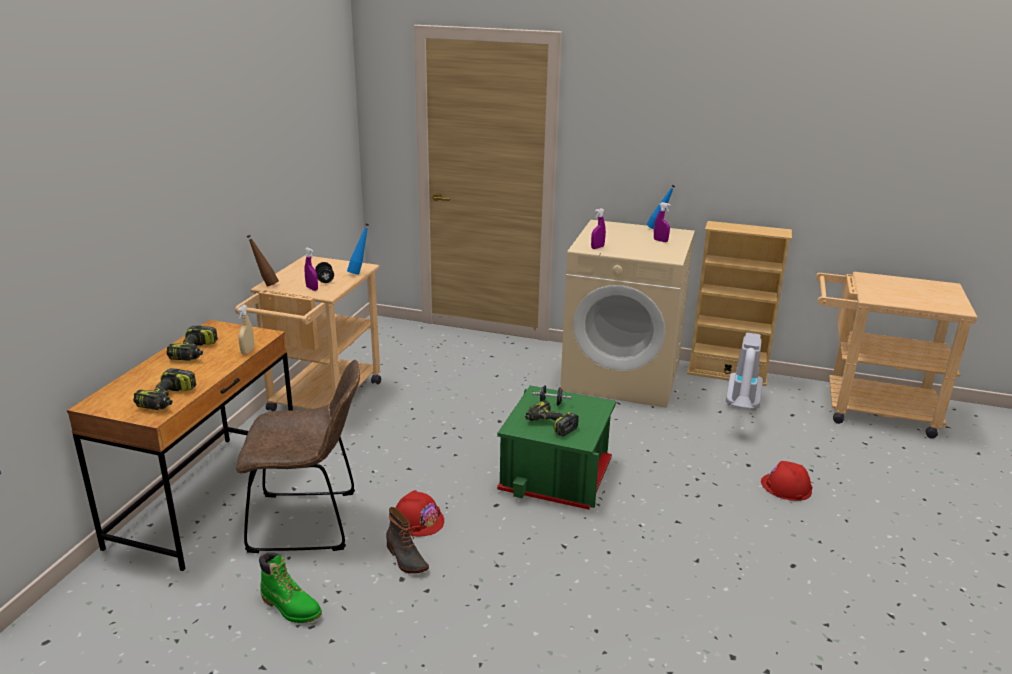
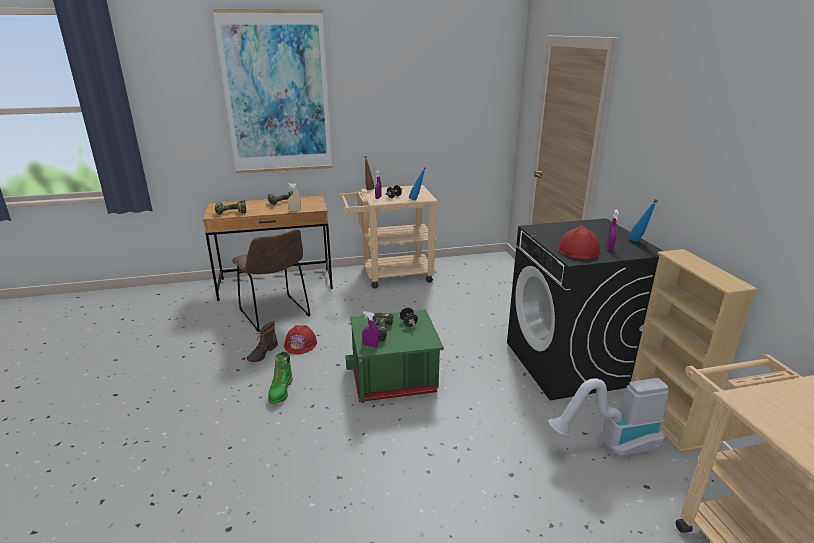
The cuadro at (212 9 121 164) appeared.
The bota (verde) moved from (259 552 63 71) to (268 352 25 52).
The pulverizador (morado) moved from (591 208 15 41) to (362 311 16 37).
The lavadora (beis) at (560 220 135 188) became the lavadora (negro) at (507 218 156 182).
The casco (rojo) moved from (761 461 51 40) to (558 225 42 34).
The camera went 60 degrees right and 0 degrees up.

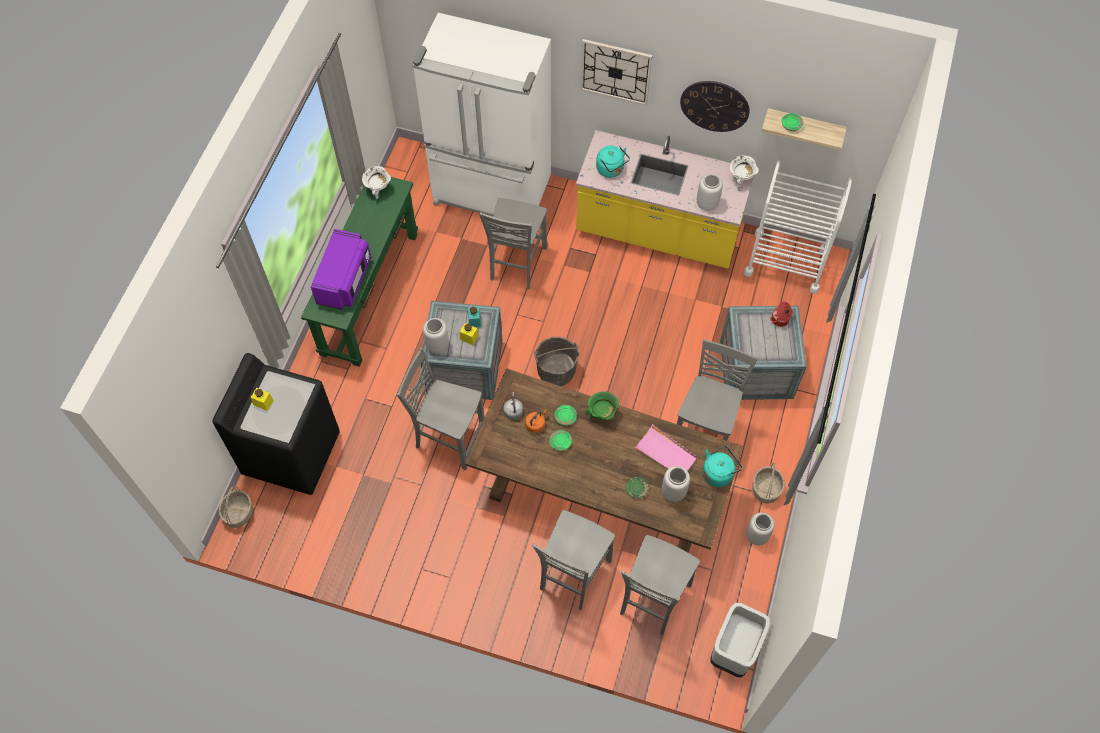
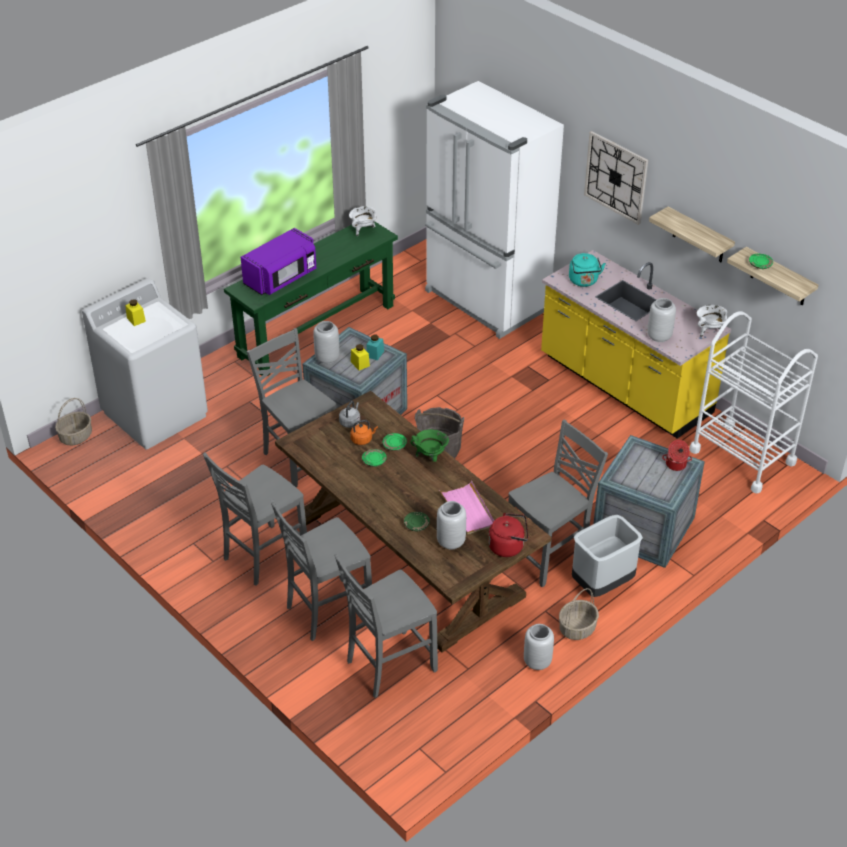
The lavadora (negro) at (213 353 127 142) became the lavadora (blanco) at (82 278 126 171).
The silla (gris) moved from (479 198 68 91) to (203 453 104 133).
The hervidor (turquesa) at (702 446 40 41) became the hervidor (rojo) at (488 513 40 44).
The papelera (gris) moved from (710 603 60 75) to (572 515 71 82).
The reloj de pared at (680 81 70 51) was replaced by the estante at (649 206 86 56).
The camera went 30 degrees right and 20 degrees down.

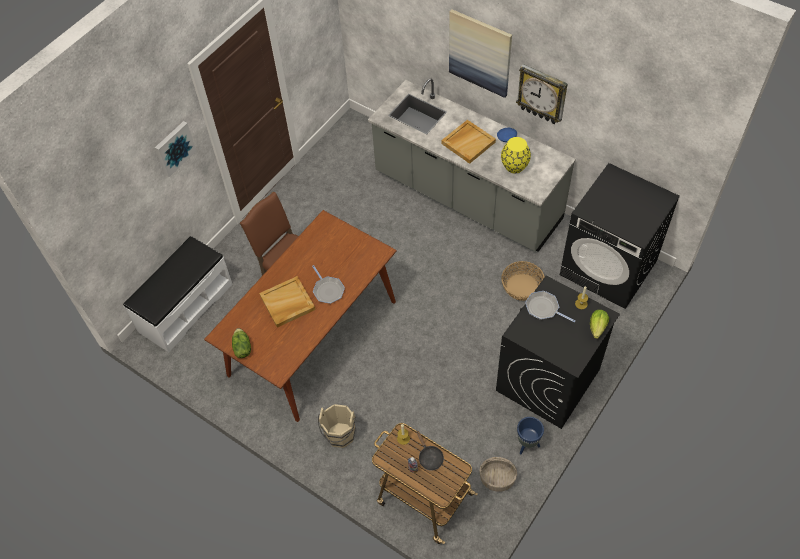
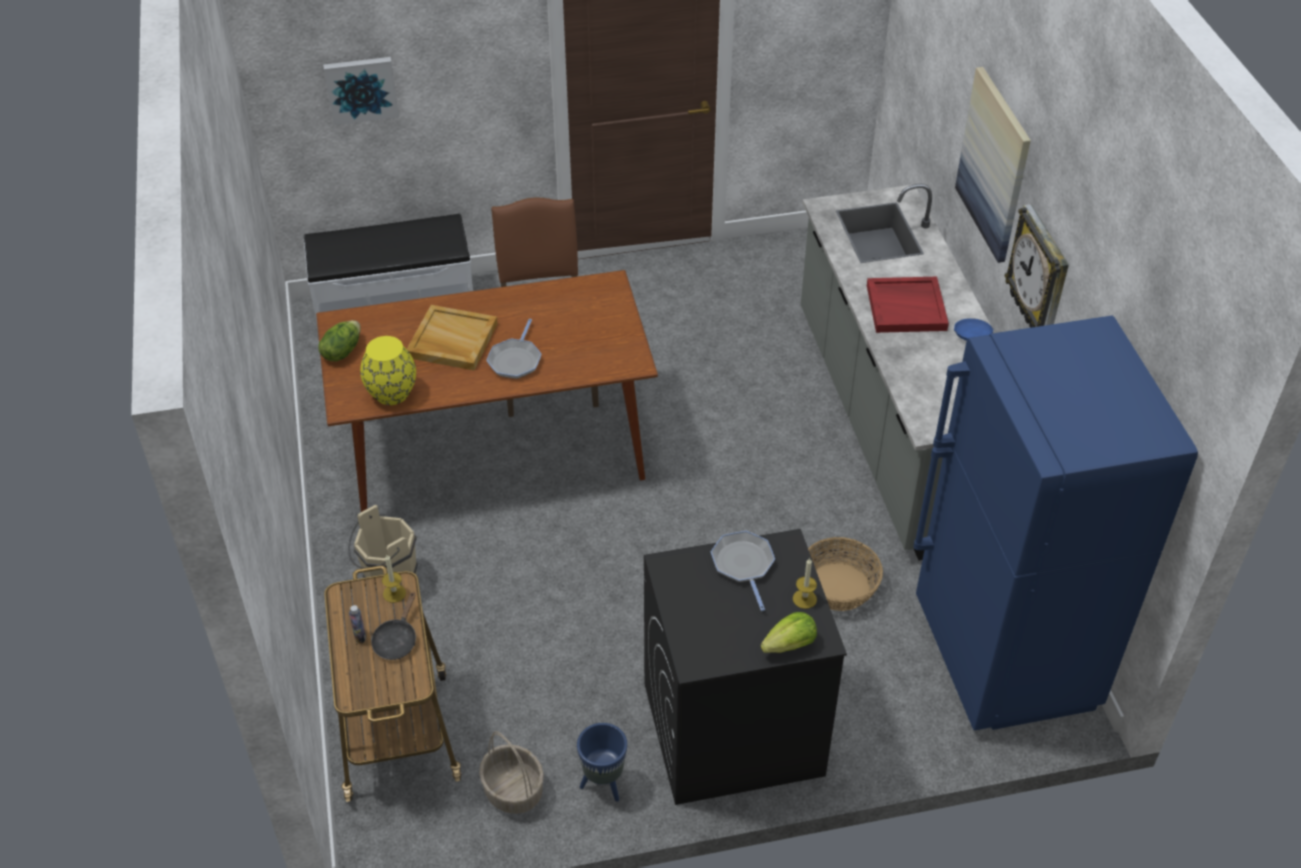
The cuadro moved from (155 121 41 56) to (323 57 76 68).
The florero (amarillo) moved from (501 137 30 36) to (360 336 56 69).
The bandeja (beis) at (441 120 55 44) became the bandeja (rojo) at (867 277 82 56).
The lavadora (negro) at (560 163 120 146) was replaced by the nevera (azul) at (914 316 284 415).
The camera went 40 degrees right and 10 degrees down.

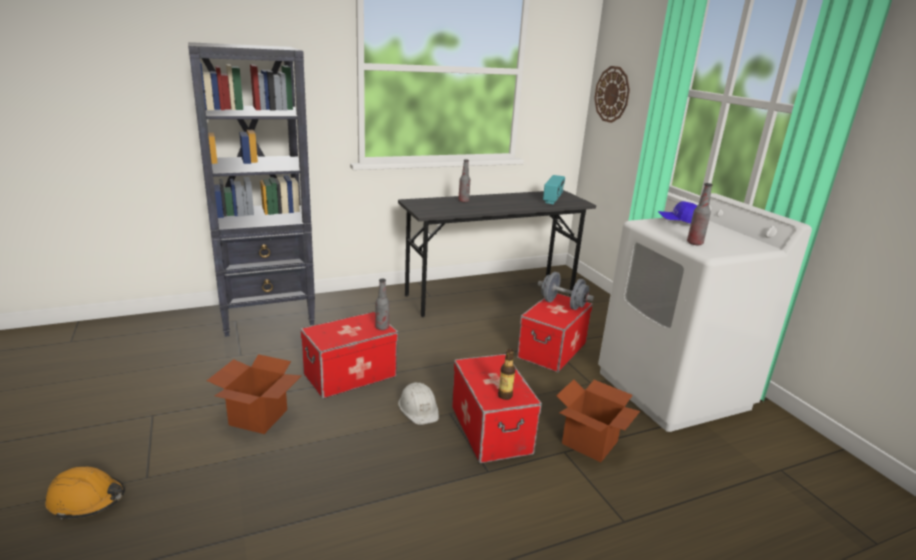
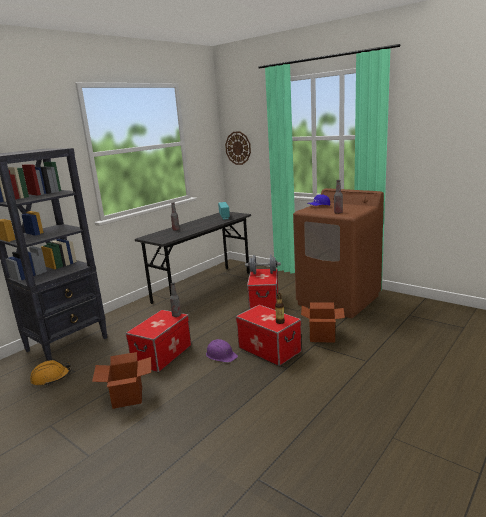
The casco (naranja) moved from (45 466 80 54) to (30 360 41 25).
The casco (blanco) at (398 382 41 43) became the casco (morado) at (206 339 32 24).
The lavadora (blanco) at (598 193 214 239) became the lavadora (marrón) at (293 188 91 130).
The camera went 25 degrees left and 5 degrees down.

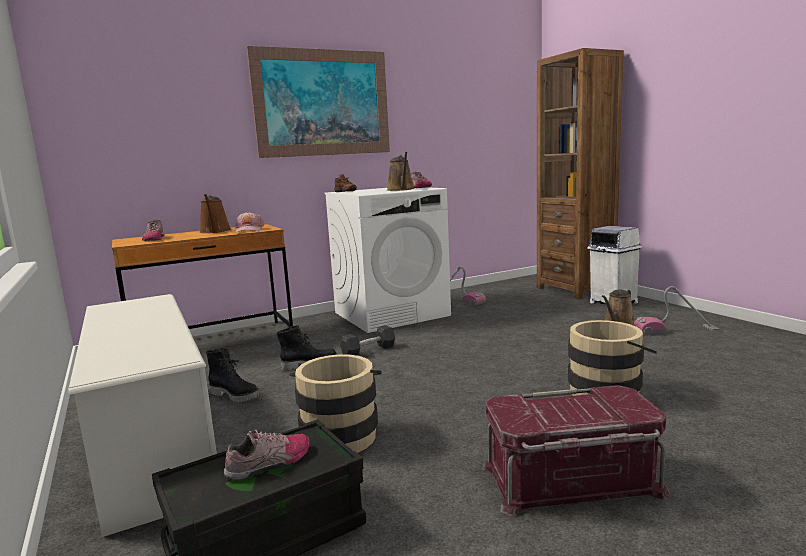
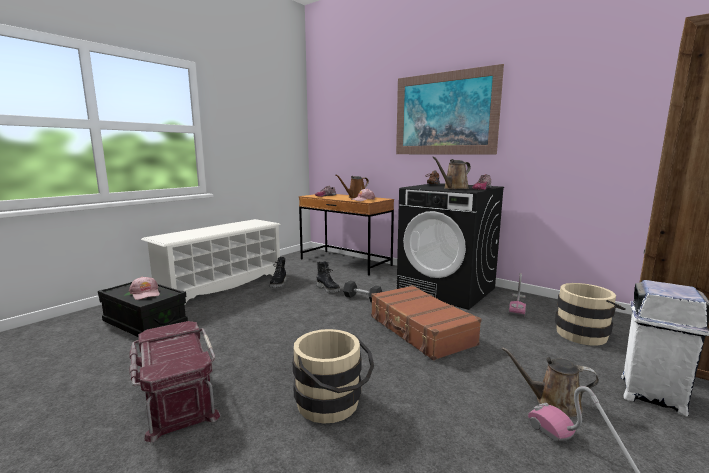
The zapato at (224 430 86 51) was replaced by the gorra (rosa) at (129 276 31 24).
The maleta (marrón) at (371 285 110 75) appeared.
The lavadora (blanco) at (324 187 127 146) became the lavadora (negro) at (397 183 107 127).
The cubo (beis) moved from (289 354 92 99) to (555 283 71 63).
The camera went 65 degrees right and 0 degrees up.

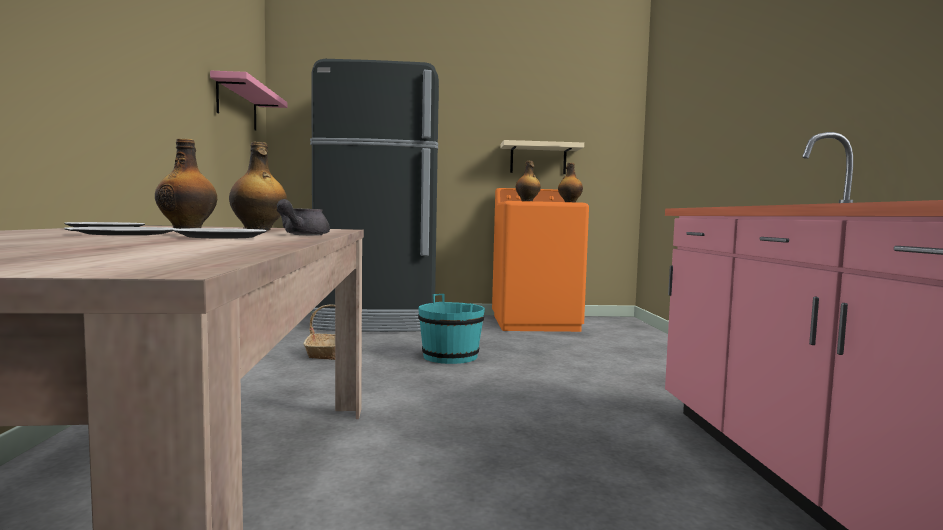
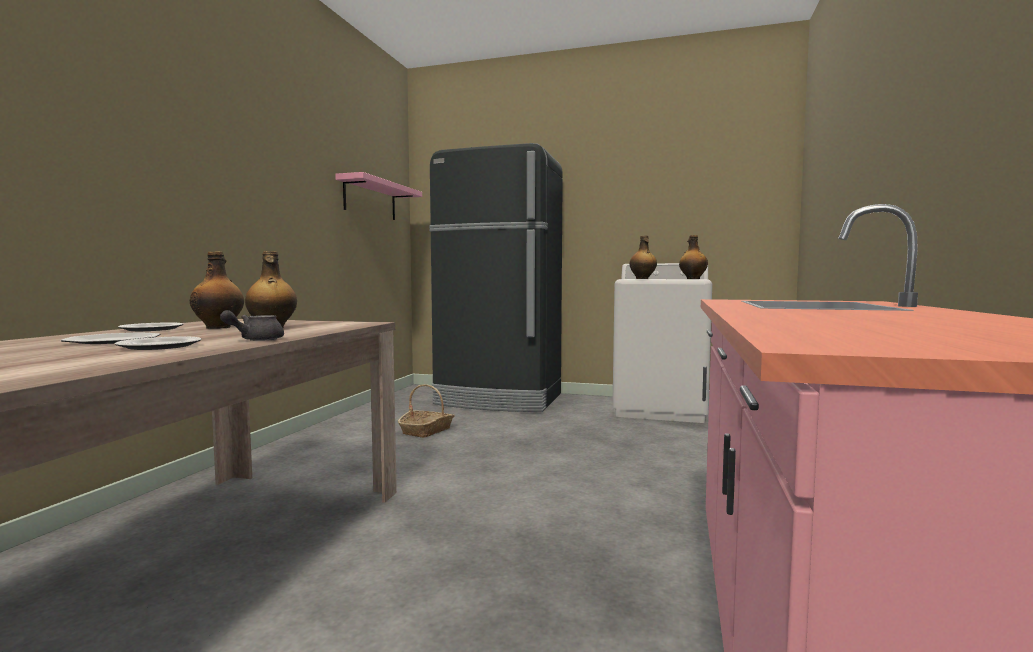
The lavadora (naranja) at (492 188 97 144) became the lavadora (blanco) at (612 263 100 160).
The cubo (turquesa) at (418 294 67 70) disappeared.
The estante (beis) at (500 140 84 34) disappeared.
The camera went 20 degrees right and 0 degrees up.

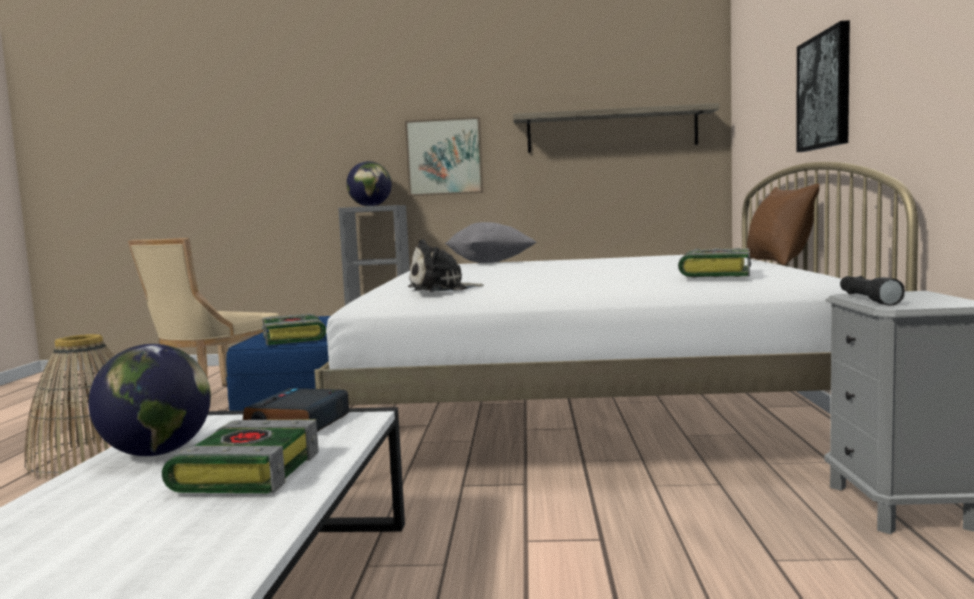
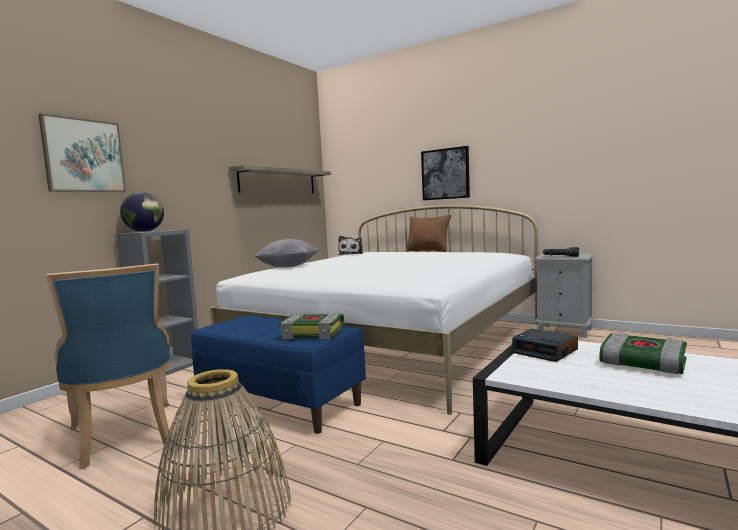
The cuadro moved from (405 117 78 79) to (38 113 88 79).
The silla (beis) at (128 238 151 149) became the silla (azul) at (46 264 125 205).
The peluche moved from (408 239 76 53) to (338 236 25 19).
The globo terráqueo at (89 344 122 112) disappeared.
The libro at (678 248 73 30) disappeared.
The camera went 60 degrees left and 0 degrees up.

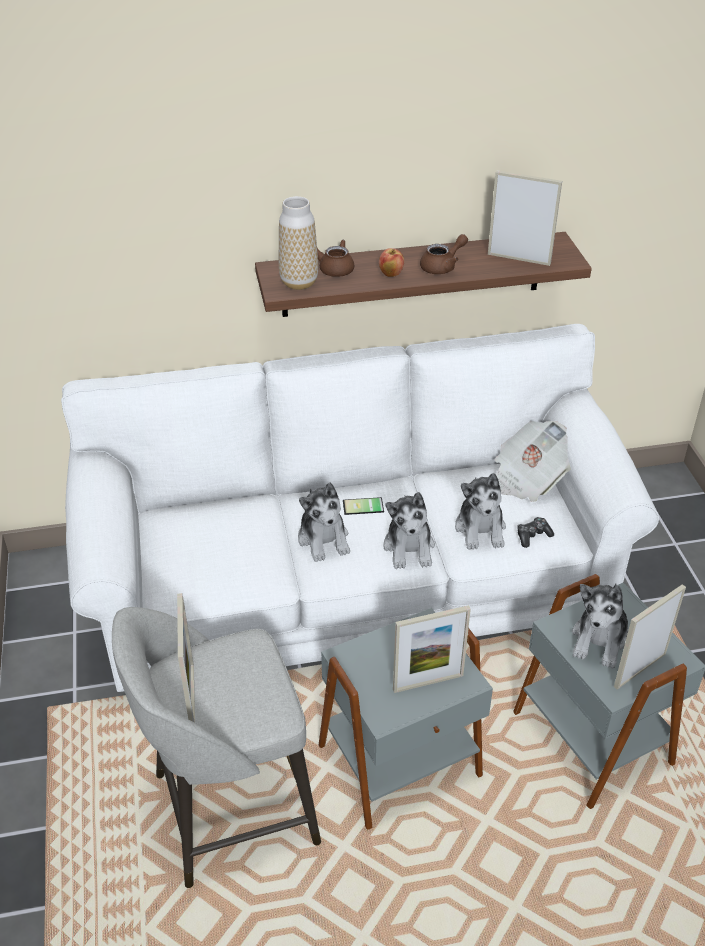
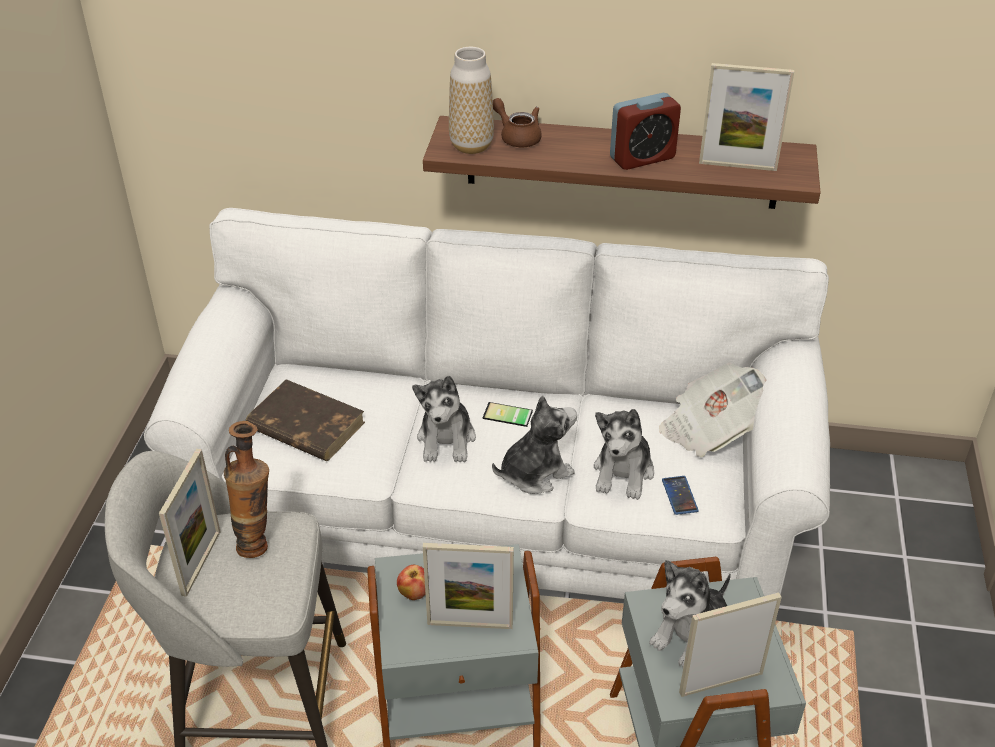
The florero at (224 421 45 137) appeared.
The libro (marrón) at (245 379 120 82) appeared.
The manzana moved from (379 248 25 29) to (397 565 28 35).
The peluche at (383 492 52 77) turned 135 degrees counterclockwise.
The tetera (marrón) at (420 234 48 40) was replaced by the despertador at (610 93 71 77).
The mando de consola at (517 517 37 31) was replaced by the móvil at (662 476 37 39).
The portarretratos at (488 171 74 95) turned 150 degrees clockwise.
The camera went 20 degrees right and 0 degrees up.

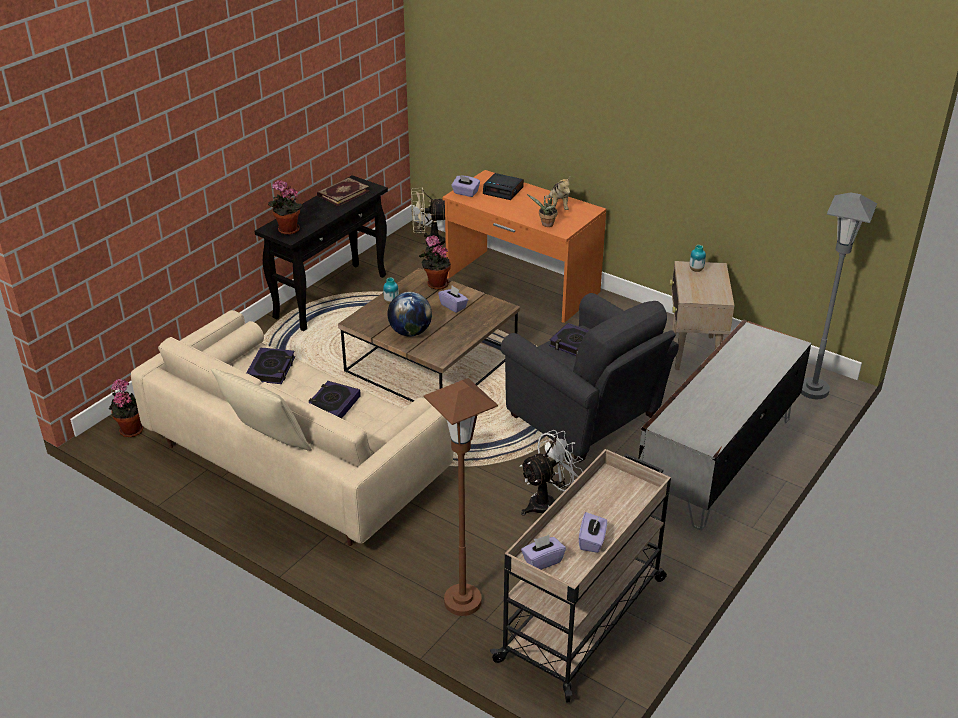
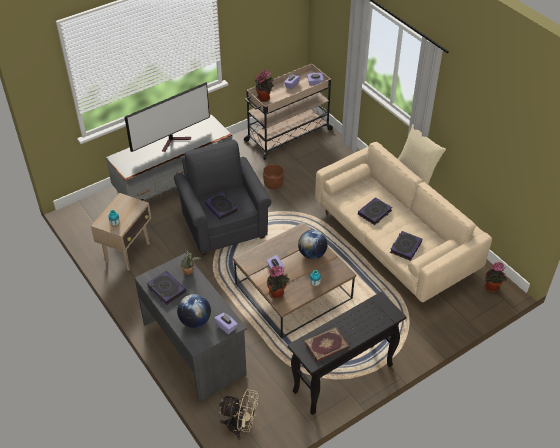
The televisor at (125 82 85 70) appeared.
The escritorio (naranja) at (442 170 164 153) became the escritorio (gris) at (135 253 112 149).
The peluche at (545 177 25 33) was replaced by the libro at (147 270 39 35).
The despertador at (483 173 41 27) was replaced by the globo terráqueo at (177 294 34 34).
The planta en maceta moved from (268 180 35 55) to (255 70 19 32).
The ventilador (blanco) at (520 430 63 86) was replaced by the maceta (marrón) at (263 164 21 26).
The lámpara de pie (marrón) at (423 378 75 238) disappeared.
The lámpara de pie (gris) at (801 192 76 207) disappeared.
The camera went 160 degrees left and 10 degrees up.

